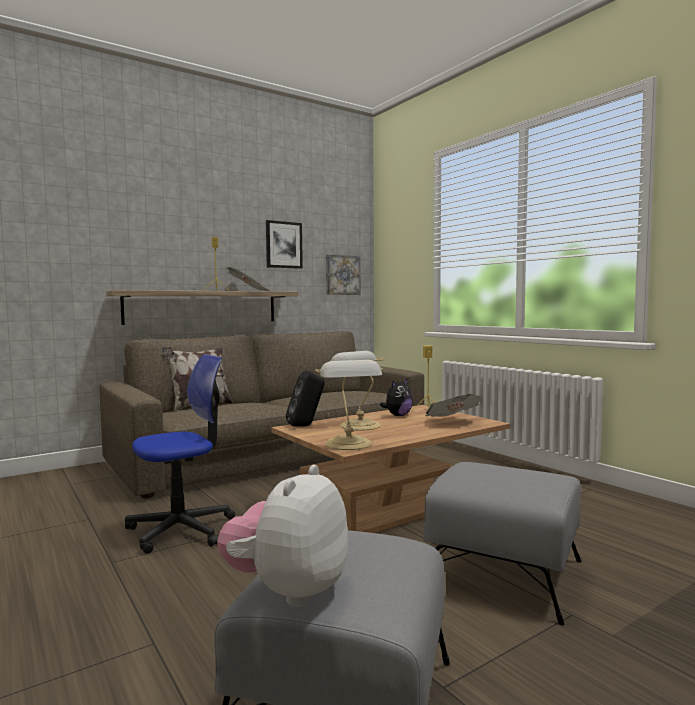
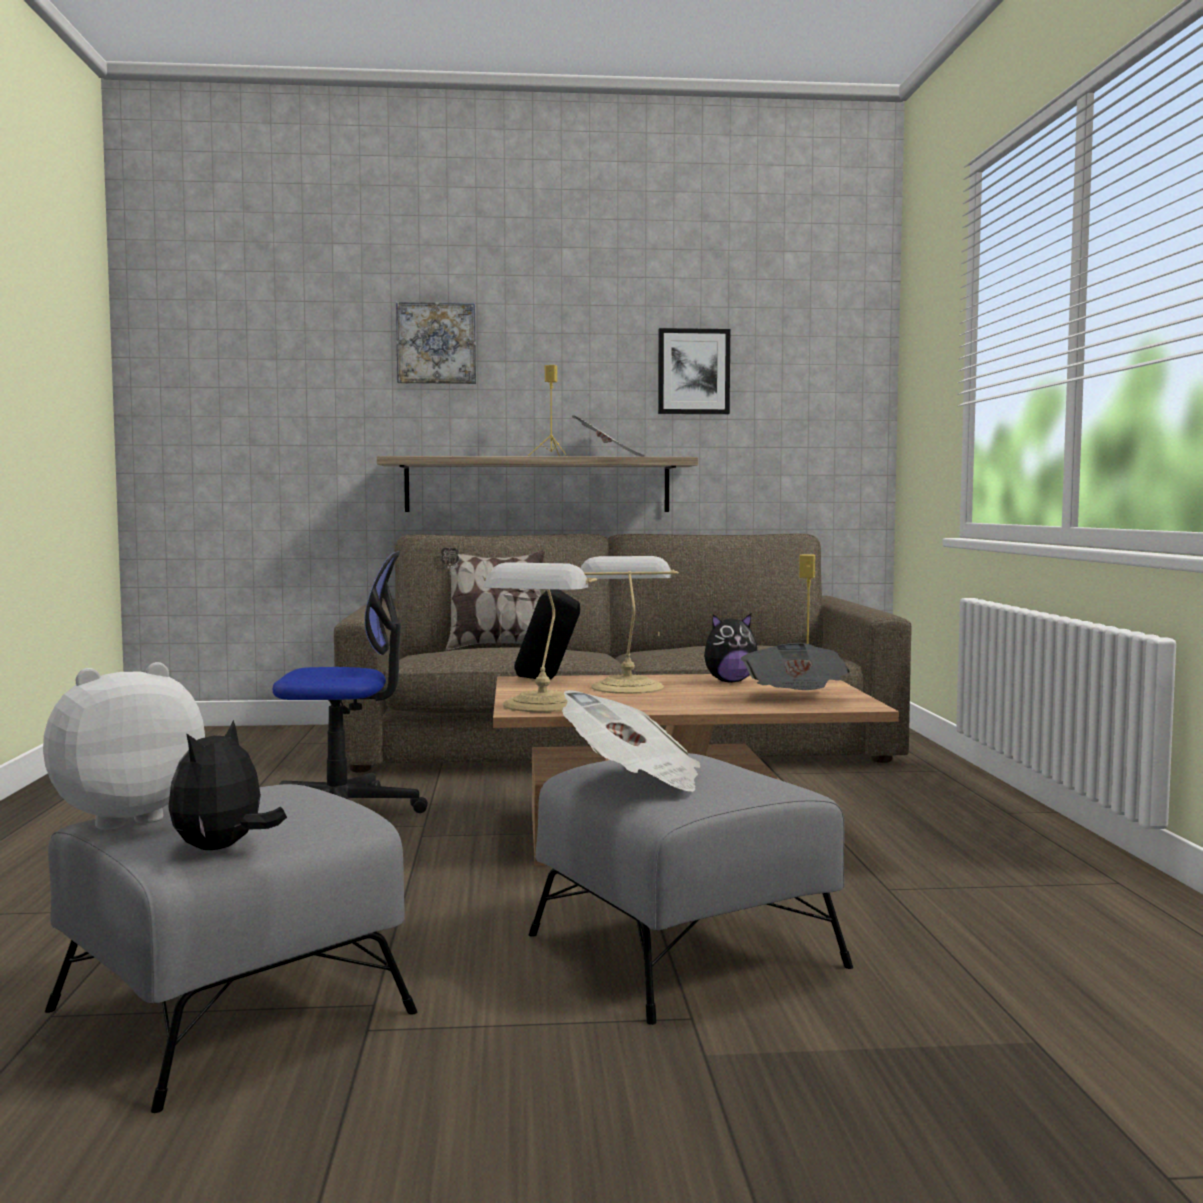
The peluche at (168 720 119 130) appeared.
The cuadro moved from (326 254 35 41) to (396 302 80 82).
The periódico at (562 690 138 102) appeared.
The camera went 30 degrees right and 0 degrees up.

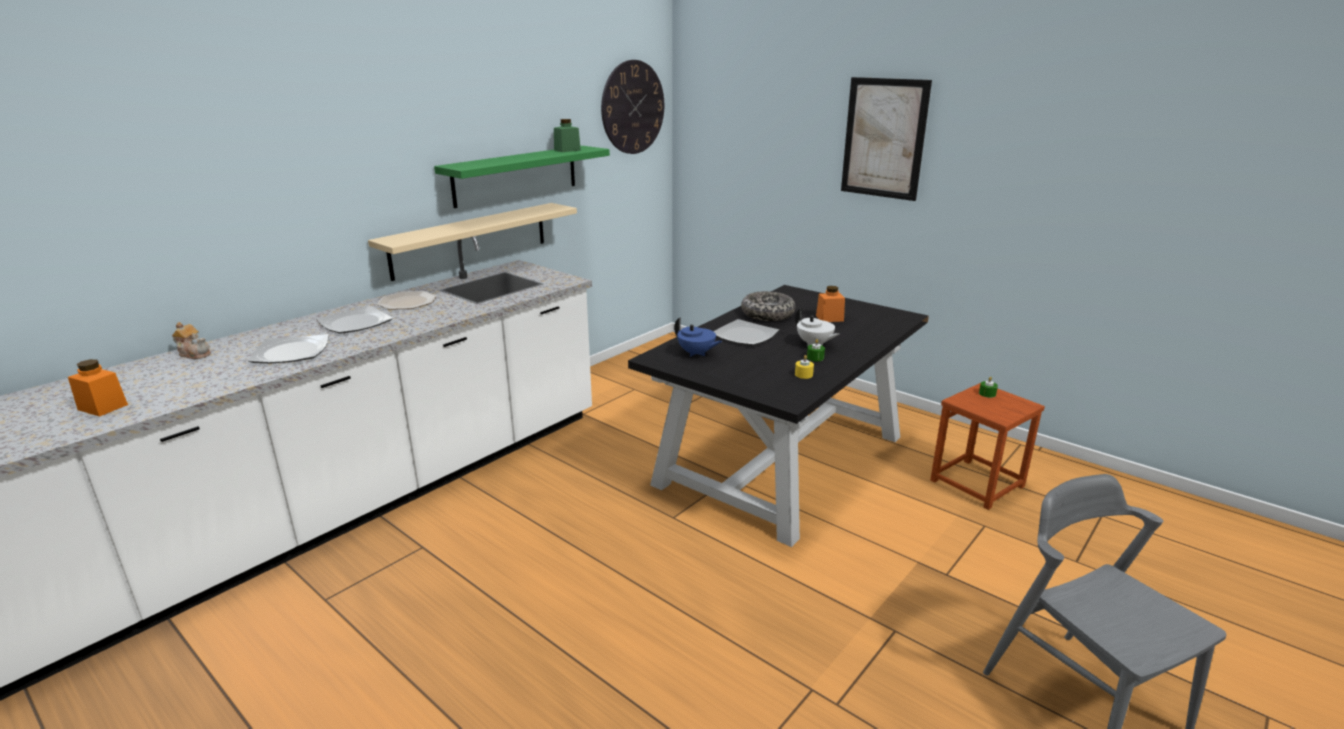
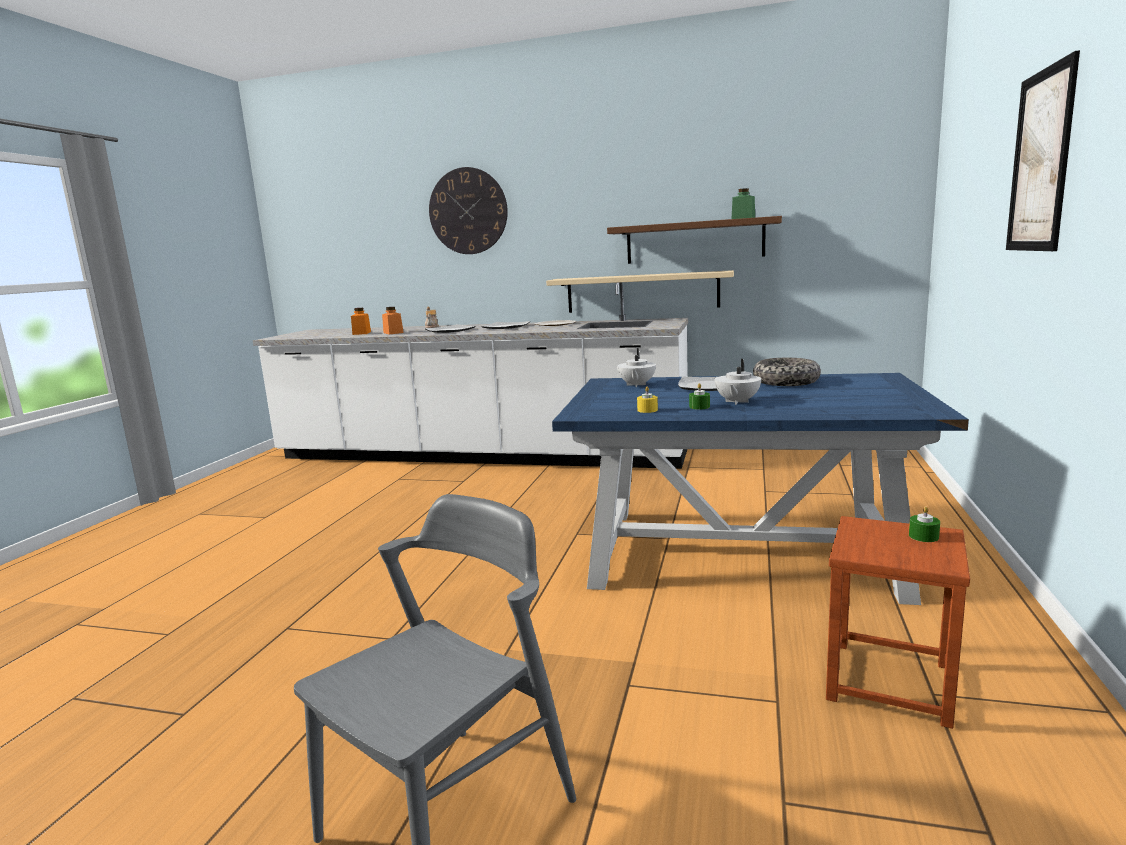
The tarro (naranja) moved from (816 286 29 36) to (382 307 22 27).
The reloj de pared moved from (601 60 63 94) to (429 167 79 87).
The mesa de comedor (negro) at (628 285 301 262) became the mesa de comedor (azul) at (552 373 417 232).
The estante (verde) at (434 146 176 62) became the estante (marrón) at (607 216 175 48).
The tetera (azul) at (674 317 48 40) became the tetera (blanco) at (617 348 39 39).
The camera went 65 degrees right and 10 degrees down.

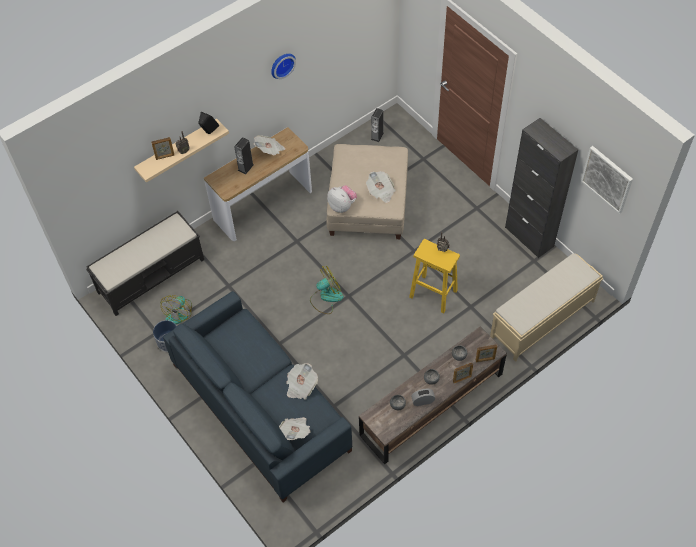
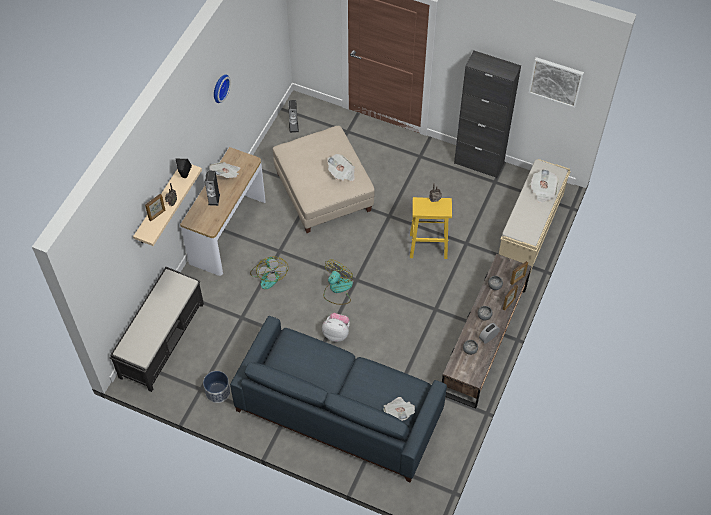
The ventilador moved from (160 295 32 29) to (250 257 38 32).
The peluche moved from (327 185 30 28) to (322 313 28 29).
The periódico moved from (286 363 32 37) to (530 169 29 34).
The camera went 30 degrees left and 0 degrees up.

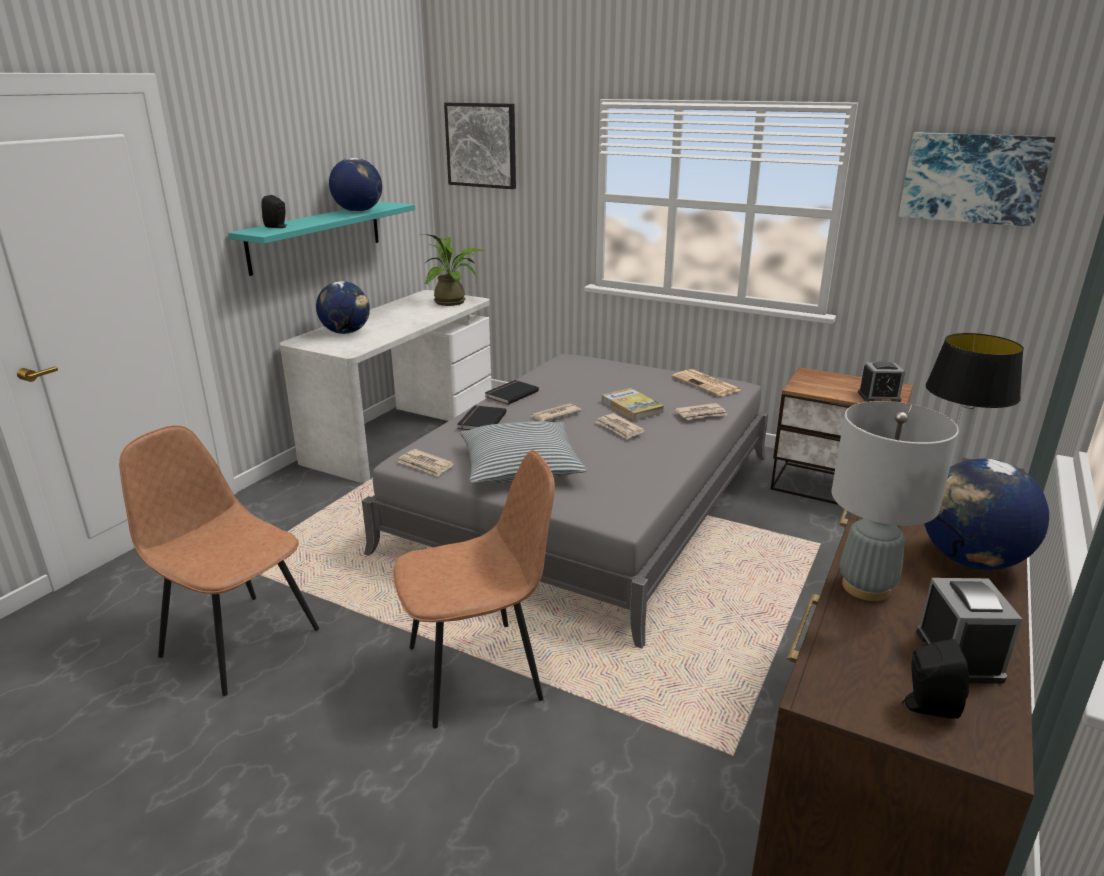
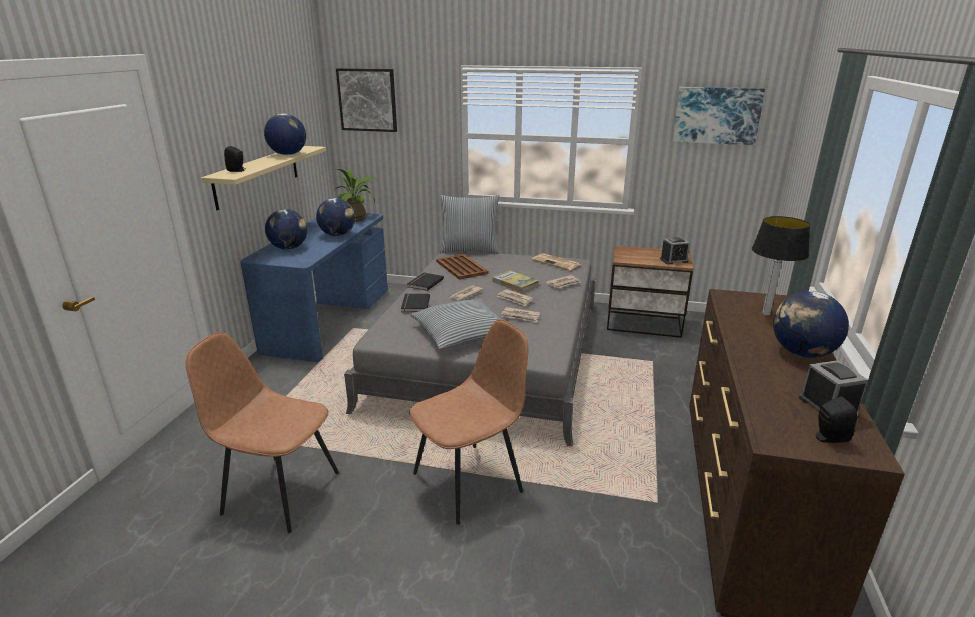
The estante (turquesa) at (228 202 187 74) became the estante (beis) at (201 146 125 64).
The escritorio (blanco) at (280 290 212 193) became the escritorio (azul) at (240 213 148 149).
The globo terráqueo at (316 198 39 38) appeared.
The bandeja (marrón) at (436 254 53 26) appeared.
The cojín at (439 195 61 59) appeared.
The periódico moved from (398 449 56 28) to (501 307 39 16).
The lámpara de mesa (gris) at (831 401 128 200) disappeared.
The camera went 15 degrees left and 0 degrees up.

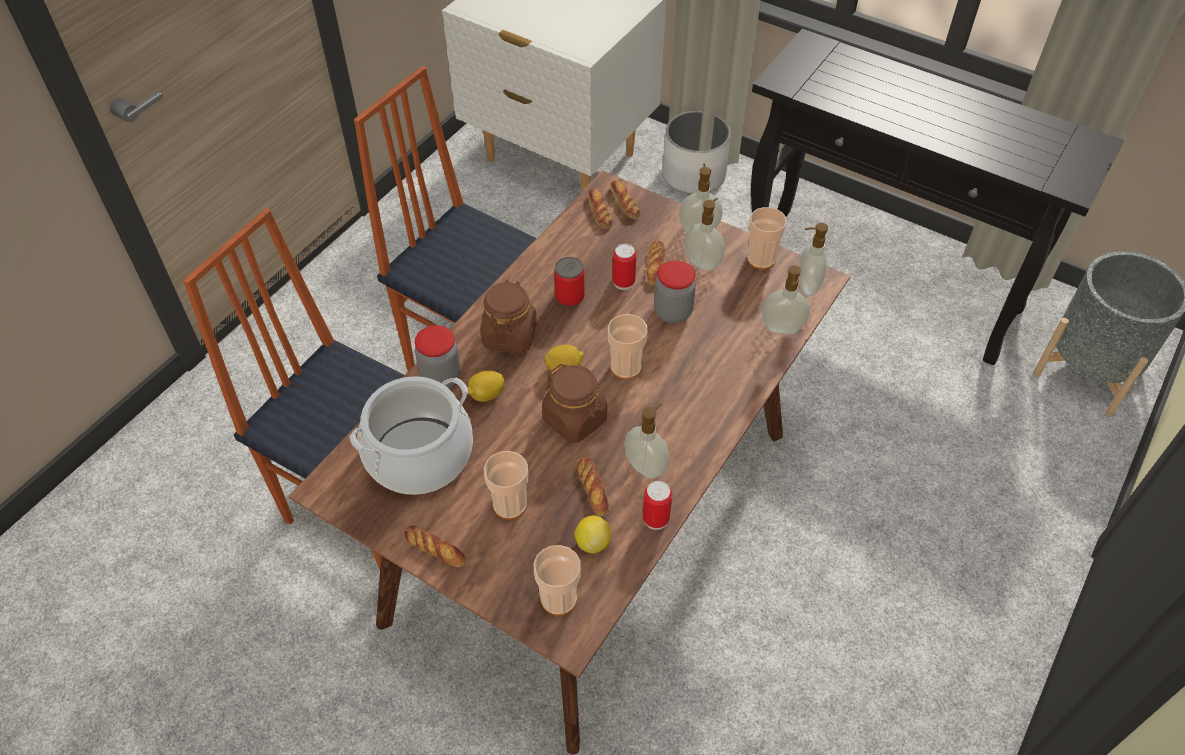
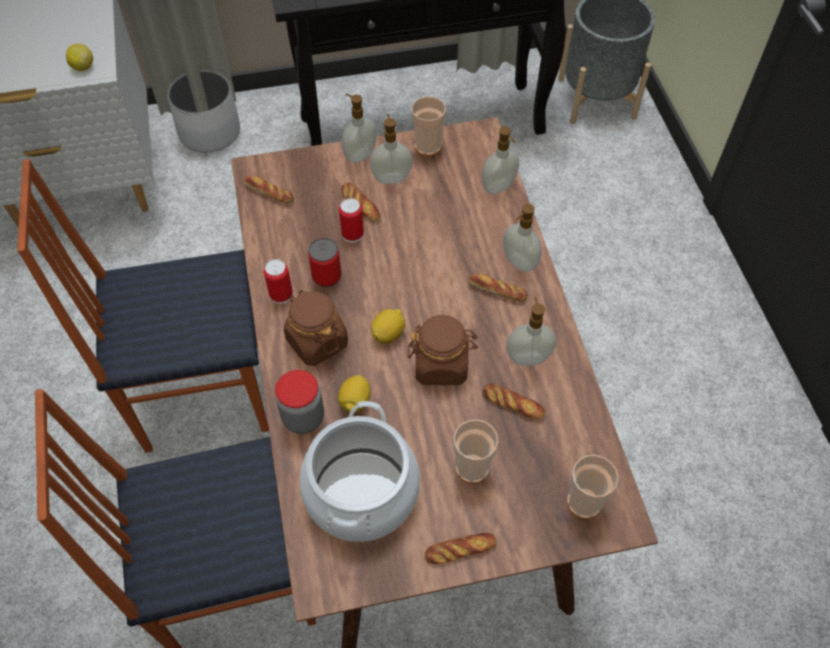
The limón moved from (575 515 36 38) to (66 44 27 27).
The lata moved from (643 481 29 49) to (264 259 29 45).
The pan moved from (610 180 30 39) to (469 274 59 28).
The dispensador de jabón moved from (799 223 29 73) to (503 204 39 68).
The taza at (608 314 40 65) disappeared.
The tarro at (654 261 42 62) disappeared.
The camera went 45 degrees left and 5 degrees up.

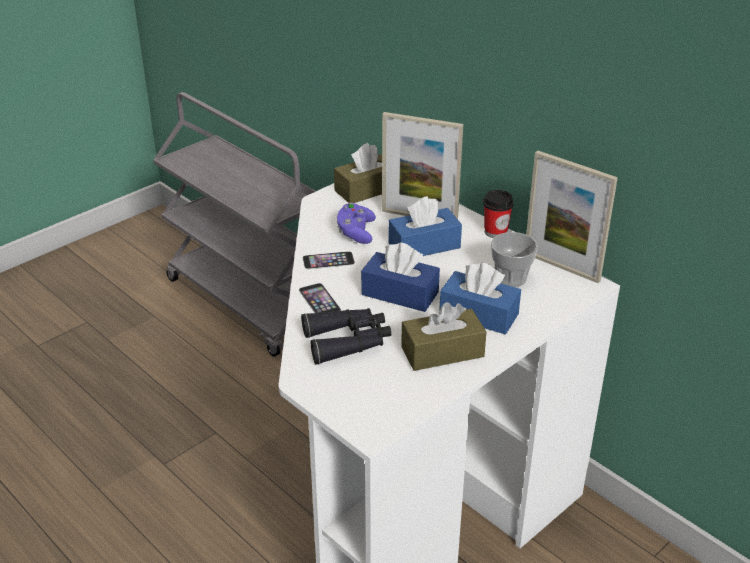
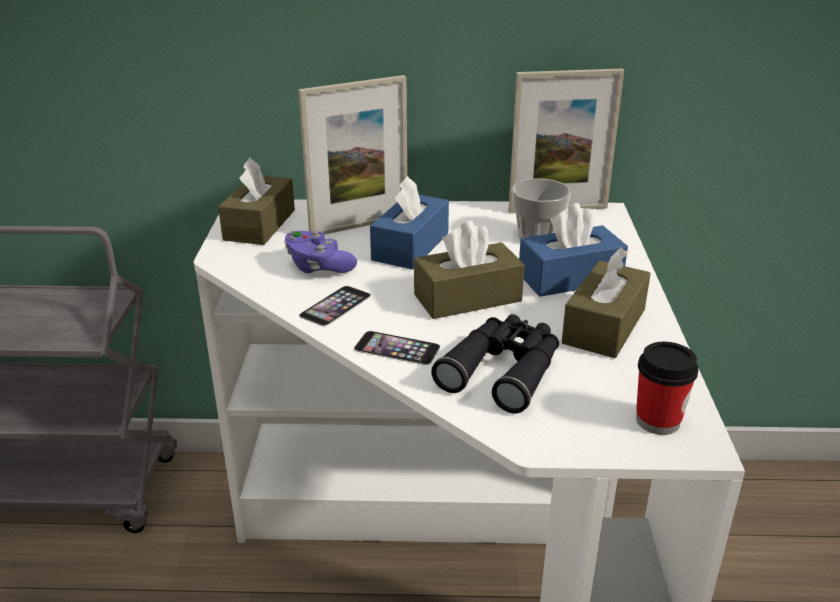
The caja de pañuelos (azul) at (361 243 79 69) became the caja de pañuelos (marrón) at (414 221 111 98).
The taza moved from (483 190 30 48) to (636 342 63 93).
The camera went 45 degrees left and 5 degrees down.

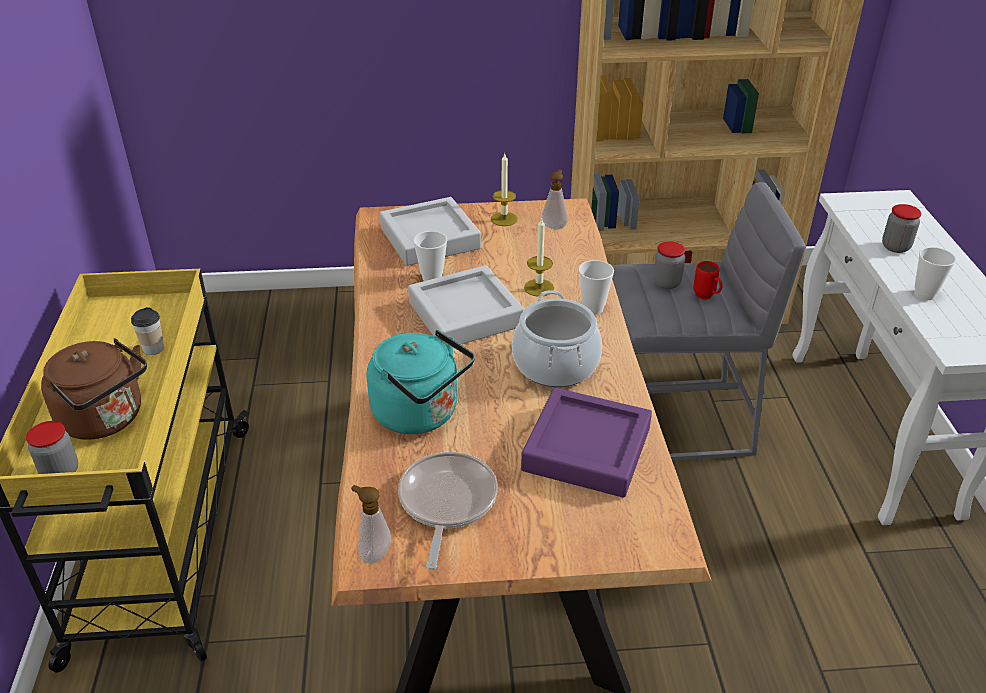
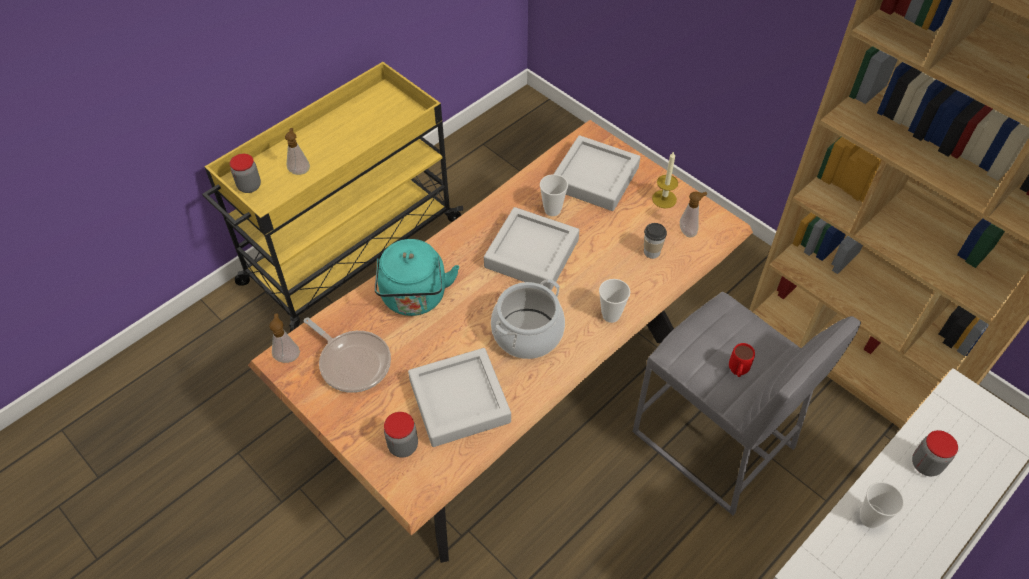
The hervidor (marrón) at (41 338 106 102) was replaced by the dispensador de jabón at (285 128 25 47).
The sartén at (398 452 100 118) turned 75 degrees clockwise.
The tarro moved from (653 241 32 48) to (384 412 34 46).
The bandeja (morado) at (521 388 131 110) became the bandeja (gris) at (408 348 103 99).
The taza moved from (131 307 33 48) to (644 223 23 36).
The vela at (524 217 30 80) disappeared.
The camera went 50 degrees right and 15 degrees up.

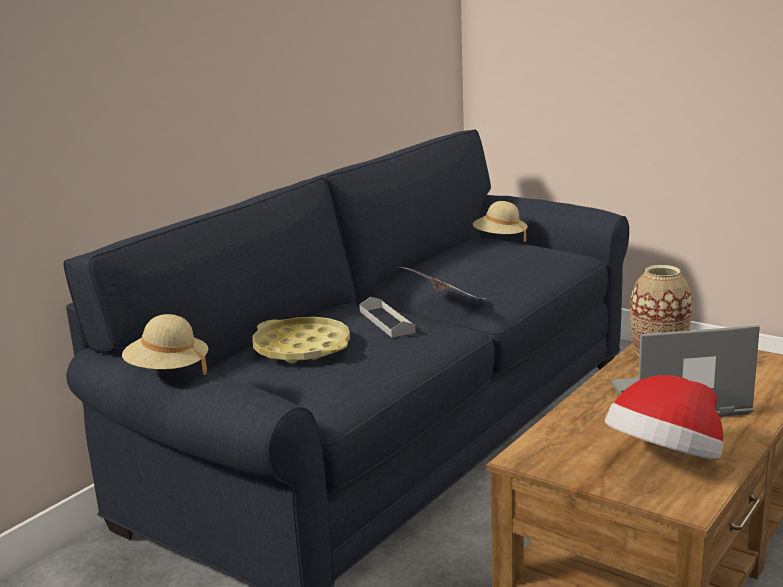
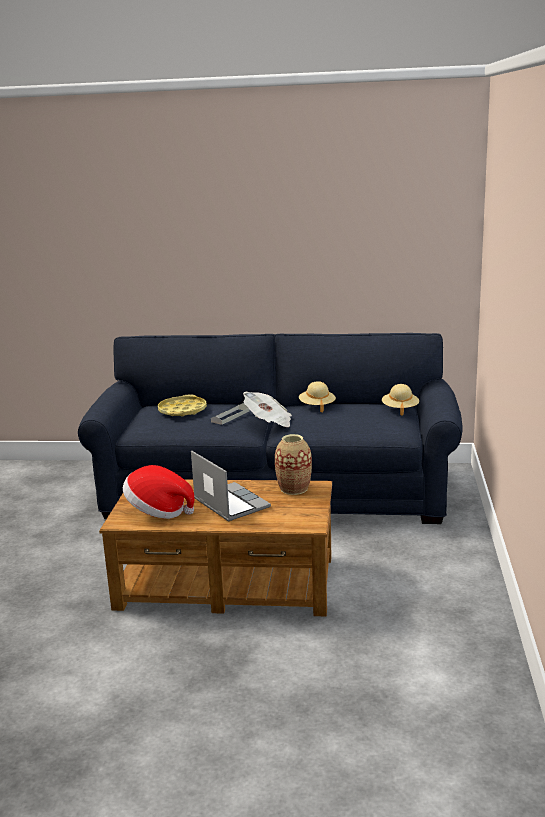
The sombrero (beis) moved from (122 314 86 61) to (299 381 37 31).
The camera went 60 degrees right and 0 degrees up.

